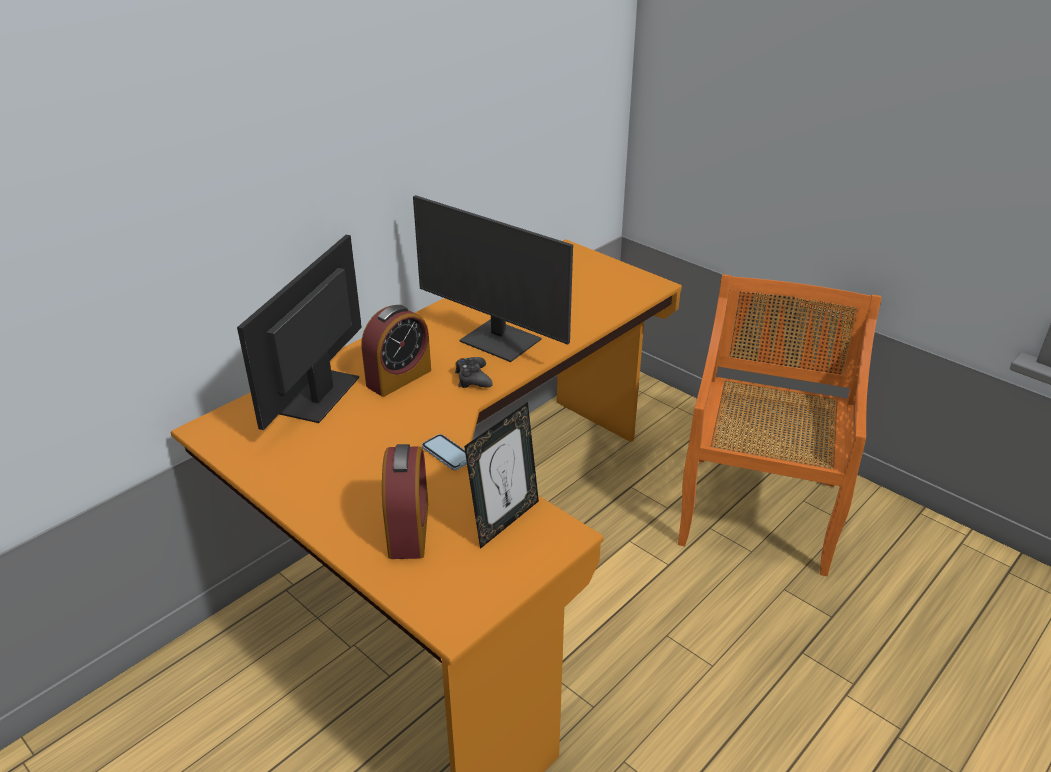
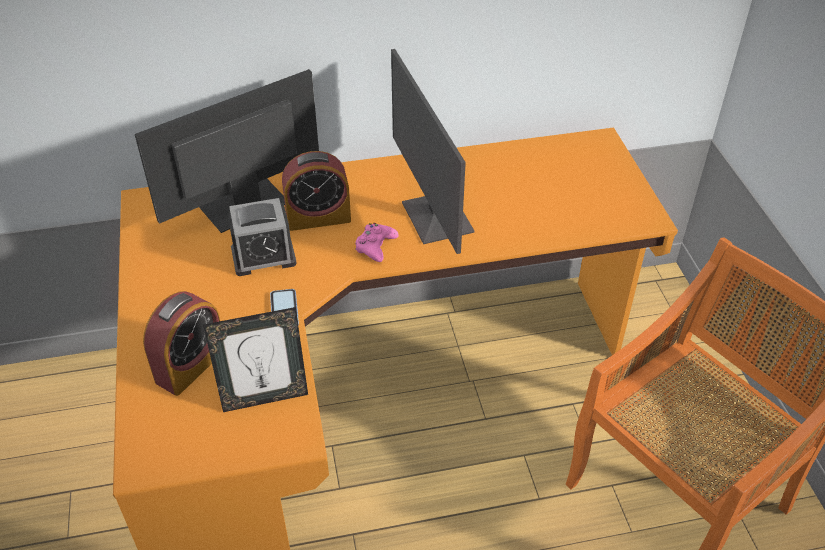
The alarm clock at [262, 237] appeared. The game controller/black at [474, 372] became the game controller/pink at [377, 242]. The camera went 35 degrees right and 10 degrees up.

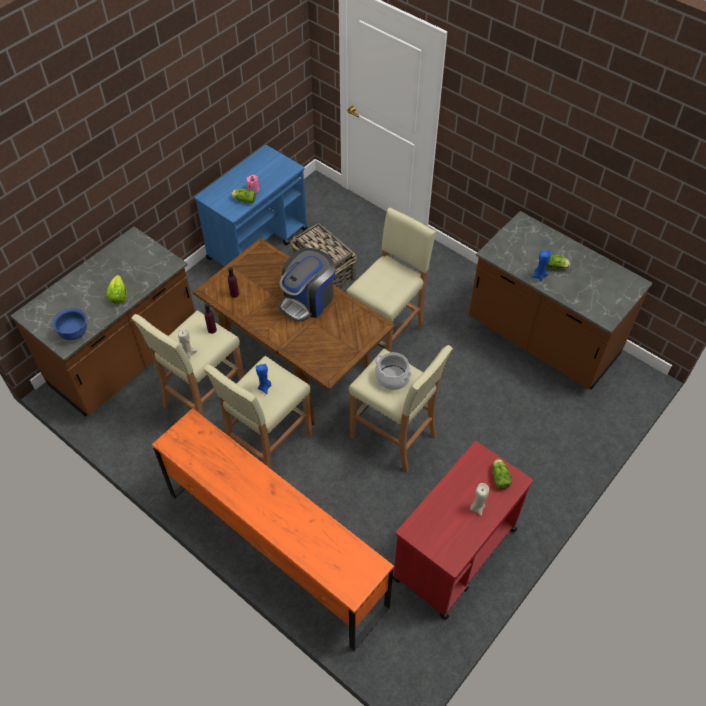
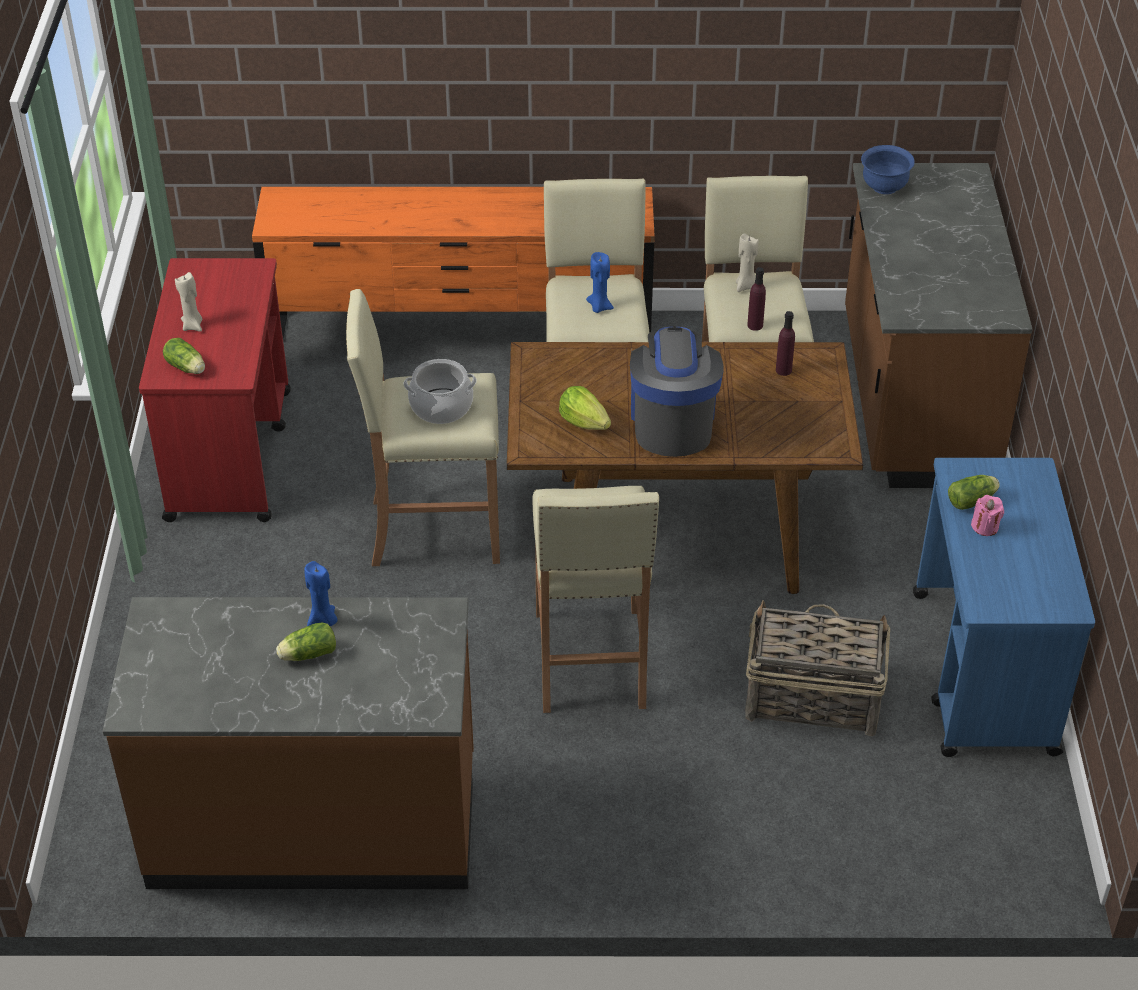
The lettuce moved from [116, 289] to [585, 408]. The camera went 140 degrees right and 10 degrees down.

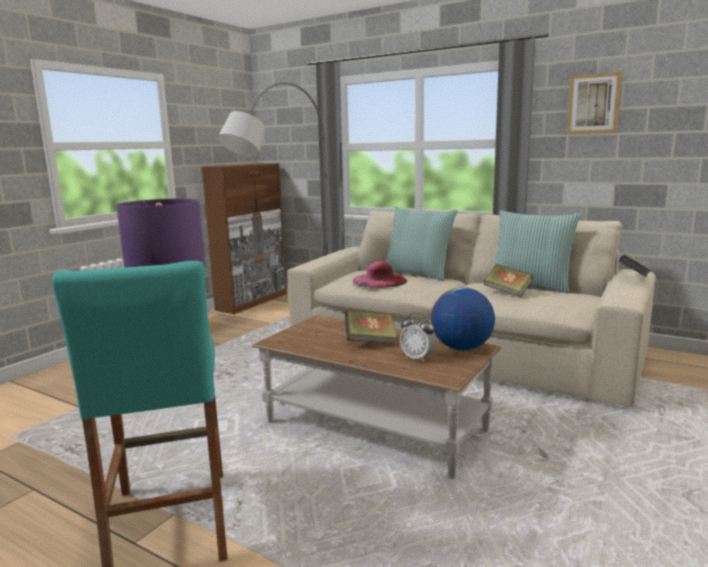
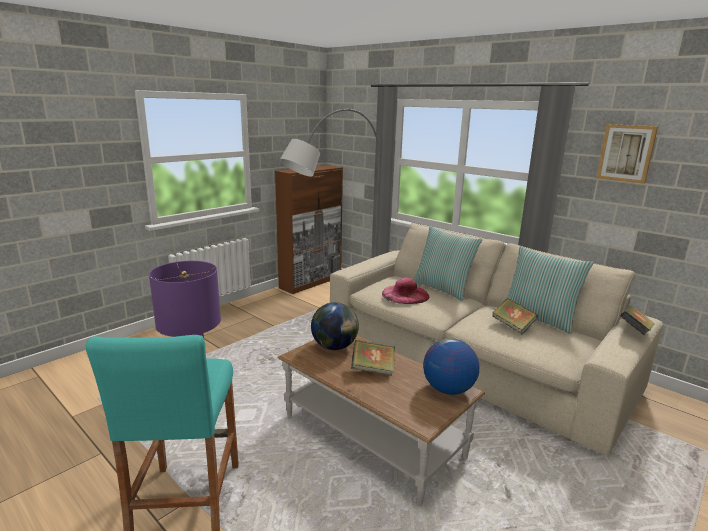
The alarm clock at [418, 337] disappeared. The globe at [335, 326] appeared. The camera went 10 degrees right and 5 degrees up.

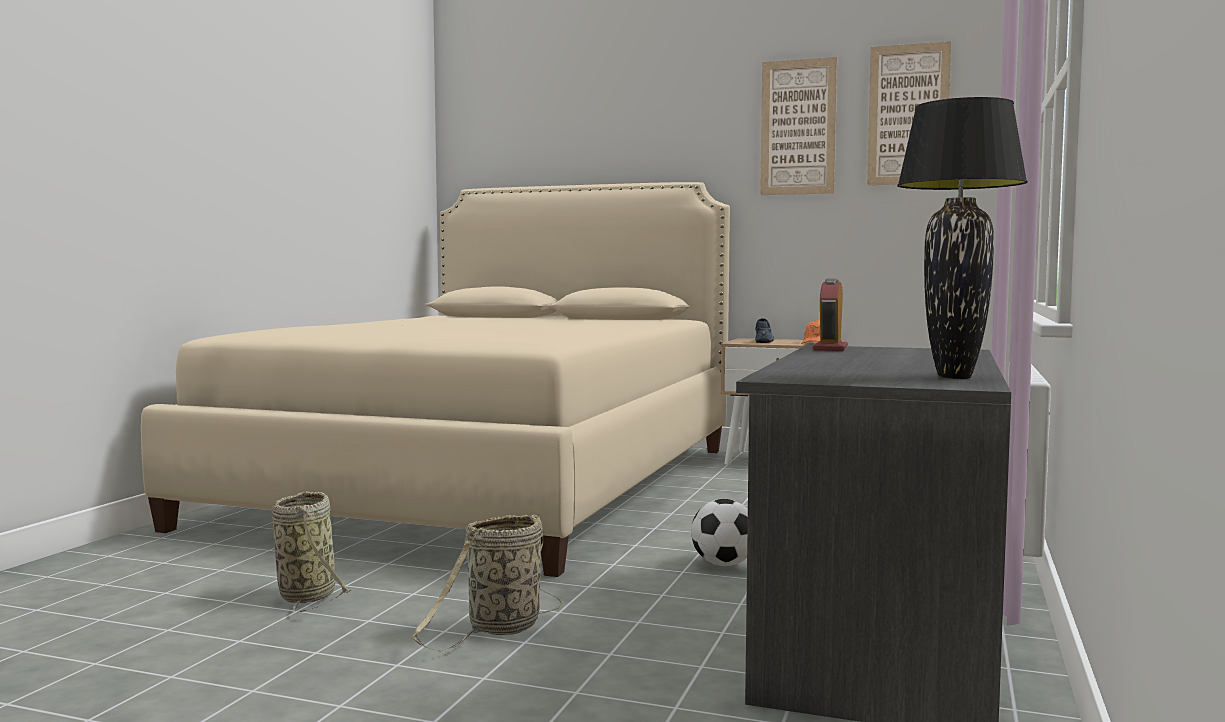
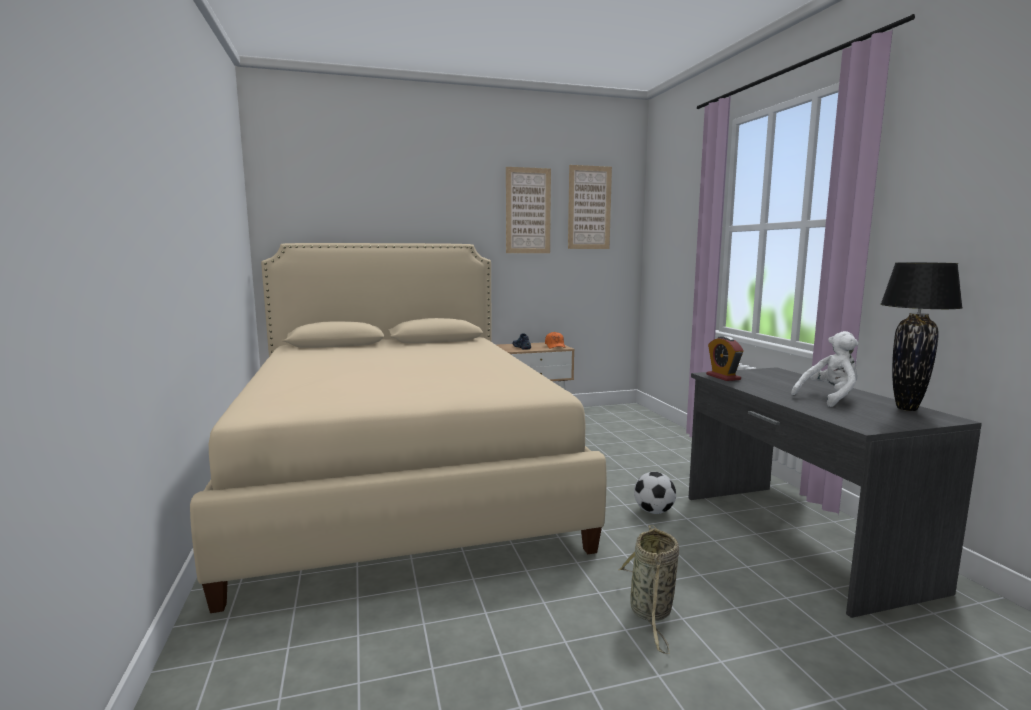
The basket at [311, 552] disappeared. The plush toy/white at [825, 369] appeared. The camera went 35 degrees left and 5 degrees up.

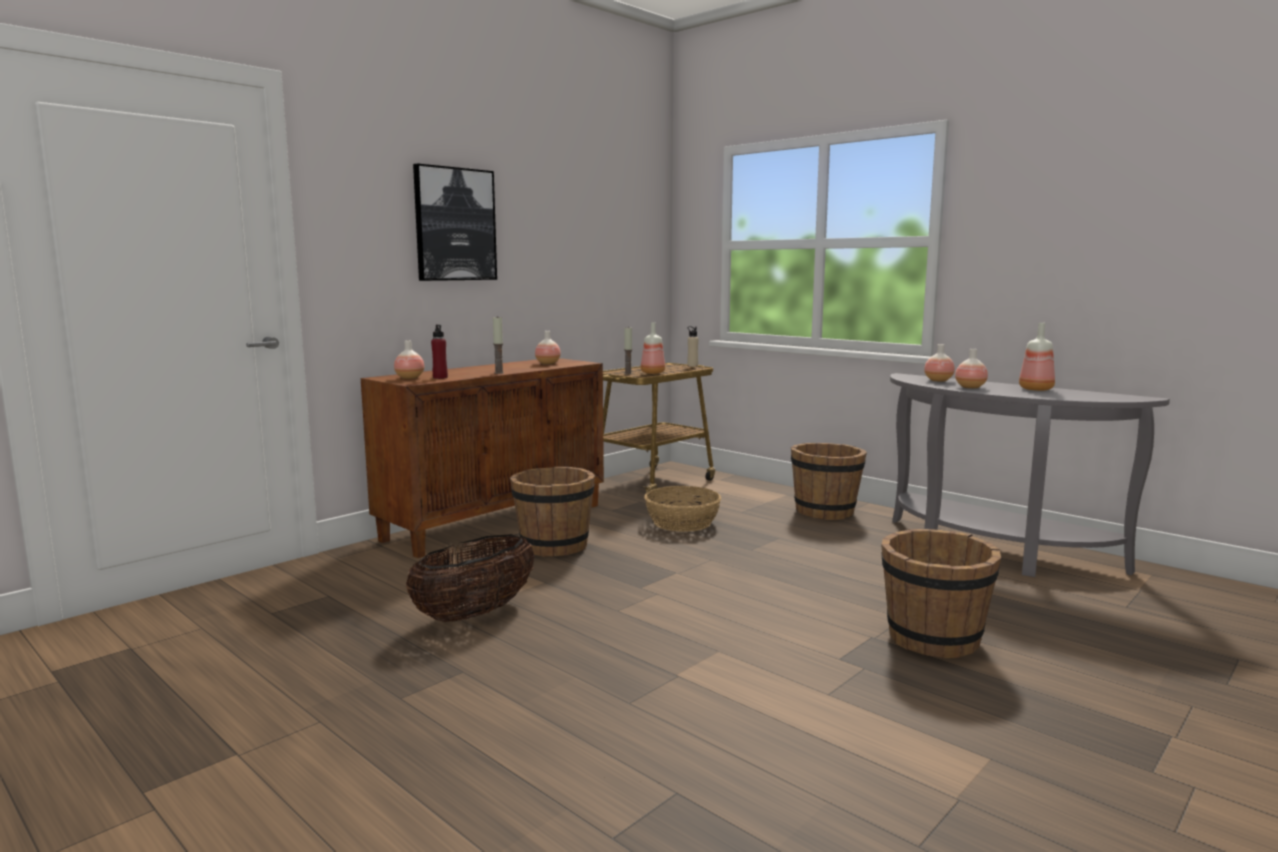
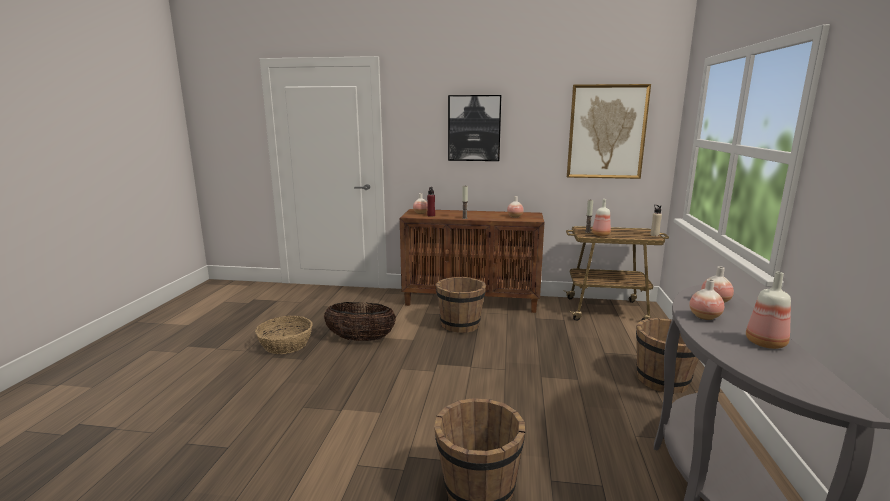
The picture at [609, 131] appeared. The basket moved from [682, 509] to [284, 335]. The camera went 55 degrees right and 5 degrees up.

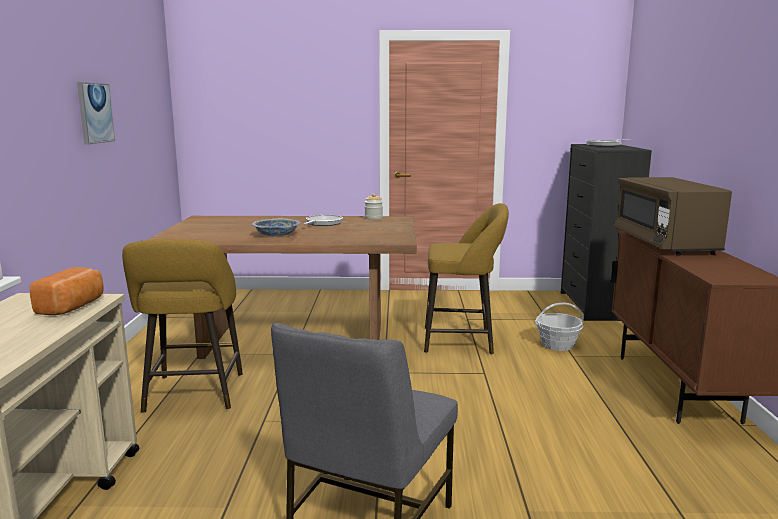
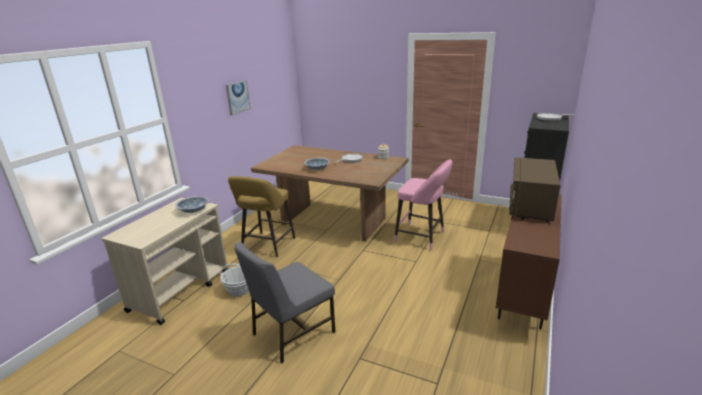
The basket moved from [559, 327] to [234, 280]. The bread at [66, 291] was replaced by the bowl at [192, 204]. The stool/yellow at [466, 279] became the stool/pink at [423, 205]. The camera went 25 degrees right and 10 degrees up.

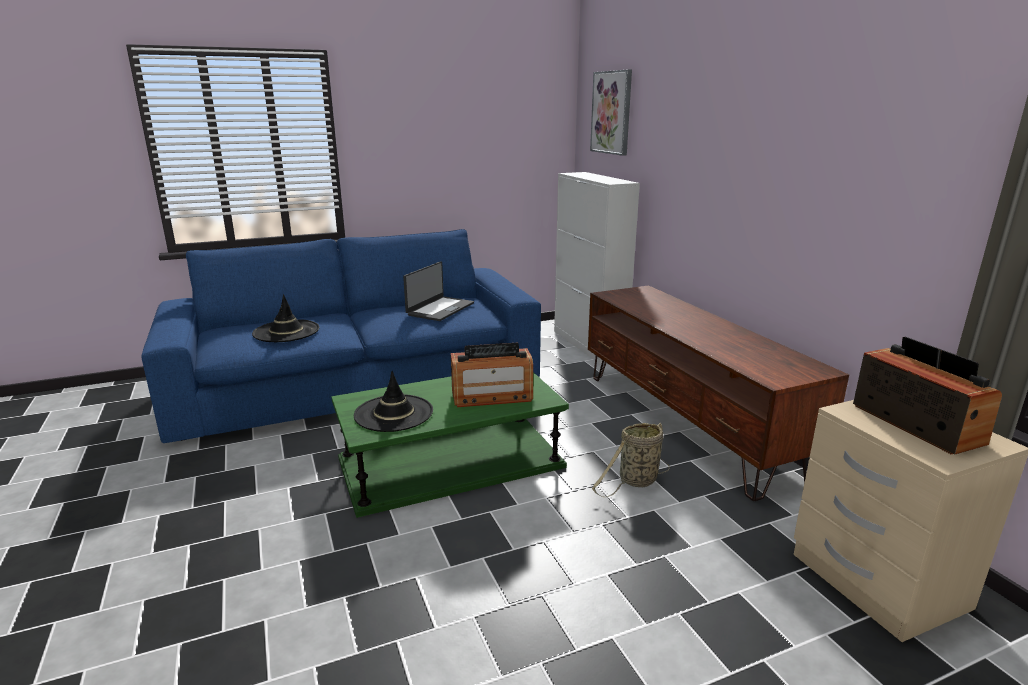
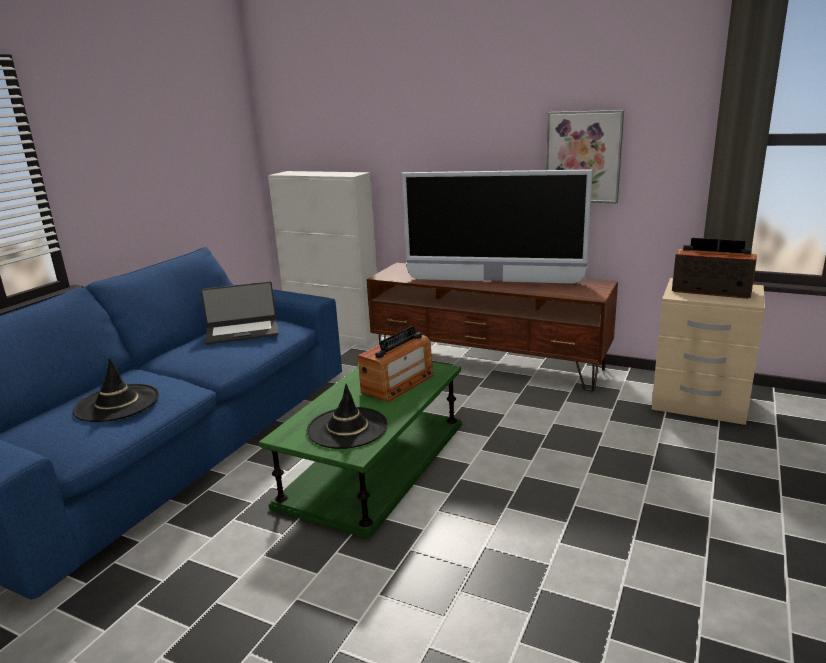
The basket at [631, 459] disappeared. The television at [497, 226] appeared. The picture moved from [611, 113] to [585, 156]. The laptop at [438, 291] turned 90 degrees clockwise. The camera went 40 degrees left and 0 degrees up.

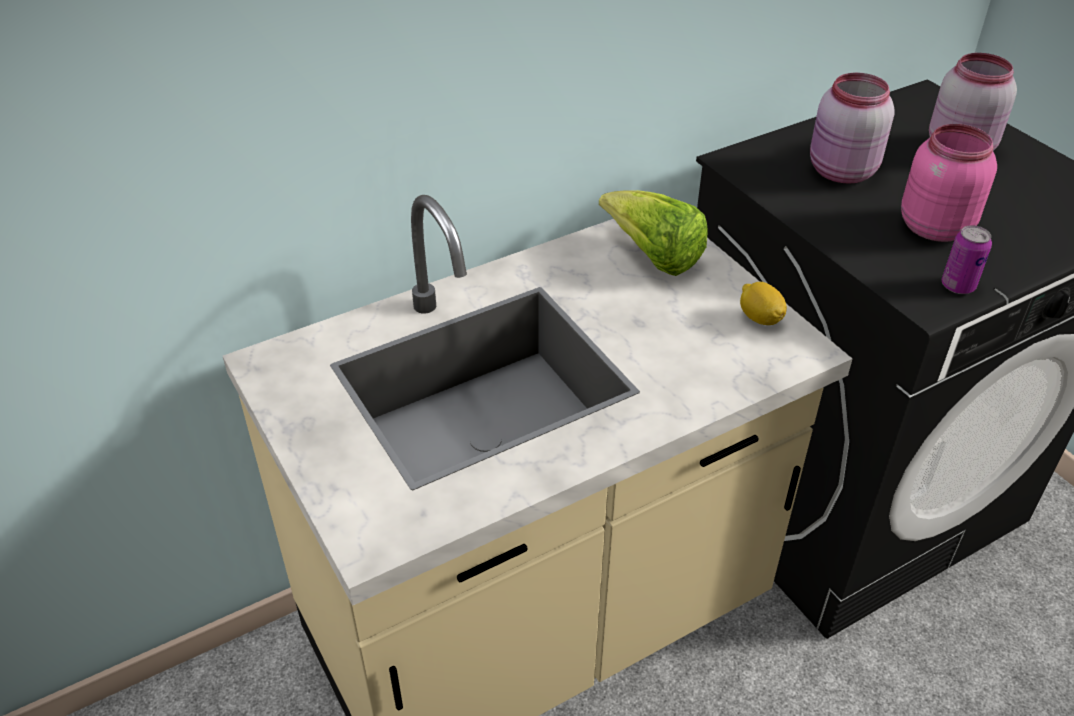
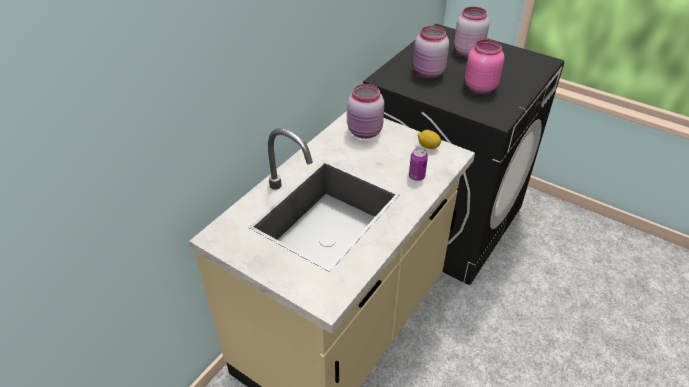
The can moved from [967, 259] to [418, 164]. The lettuce at [653, 233] was replaced by the jar/pink at [365, 111]. The camera went 25 degrees left and 0 degrees up.

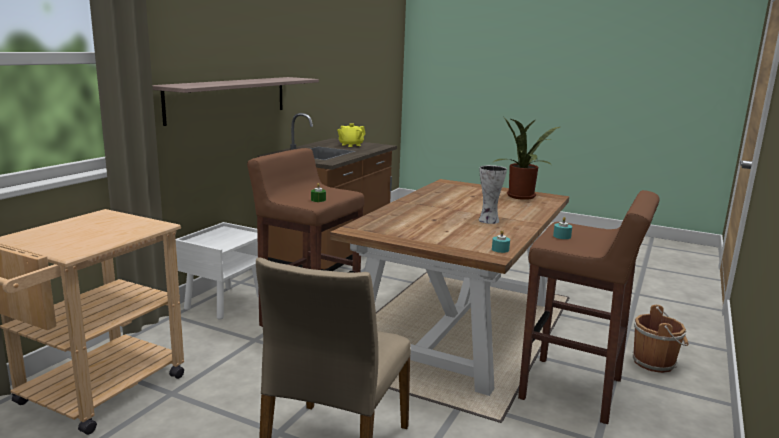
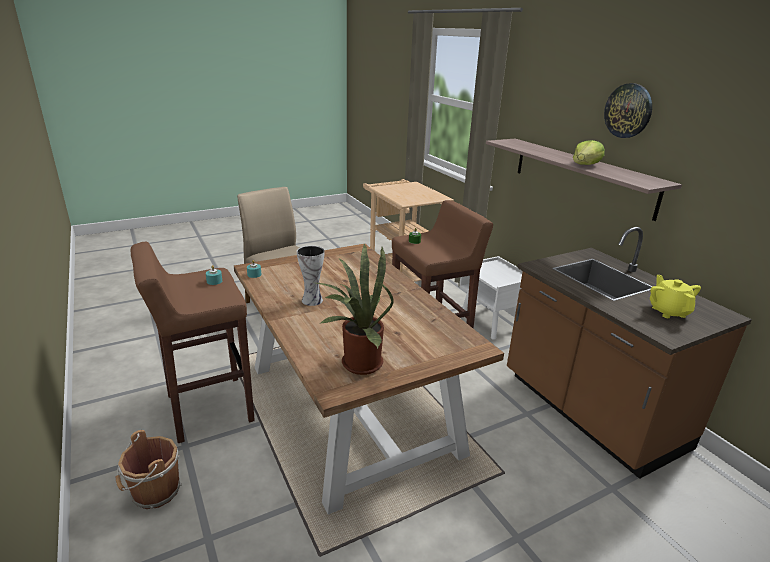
The lettuce at [589, 152] appeared. The wall clock at [628, 110] appeared. The camera went 125 degrees right and 10 degrees up.

